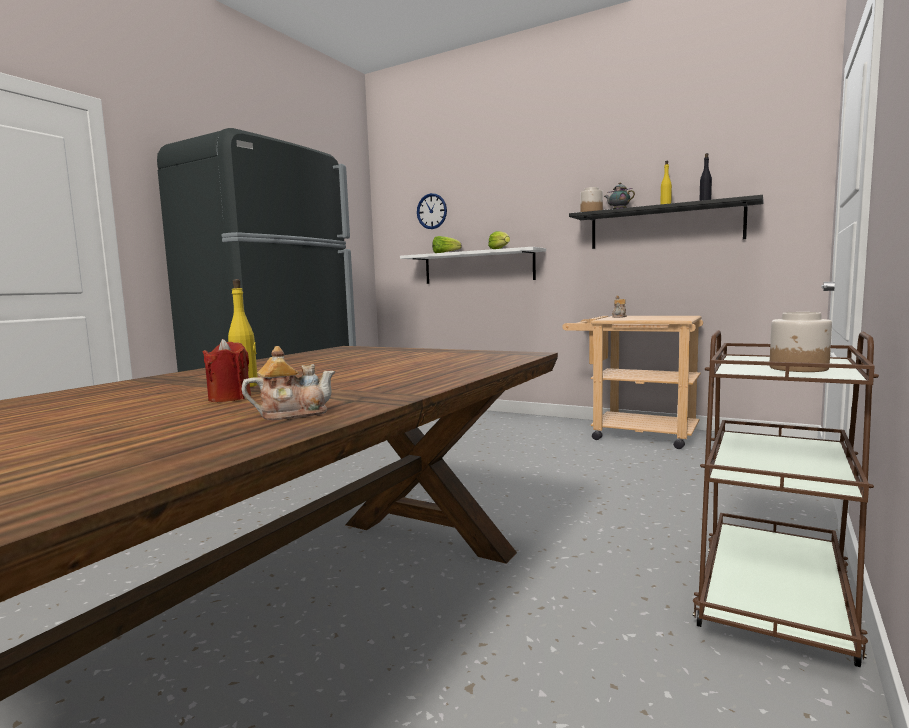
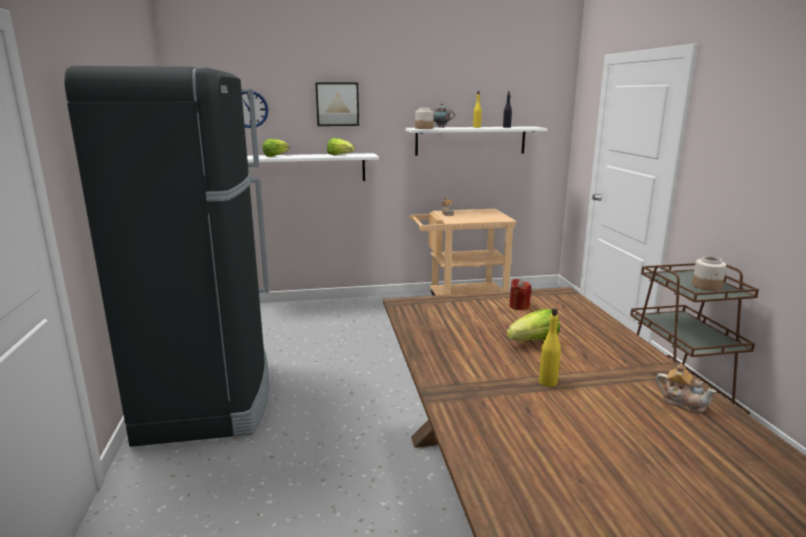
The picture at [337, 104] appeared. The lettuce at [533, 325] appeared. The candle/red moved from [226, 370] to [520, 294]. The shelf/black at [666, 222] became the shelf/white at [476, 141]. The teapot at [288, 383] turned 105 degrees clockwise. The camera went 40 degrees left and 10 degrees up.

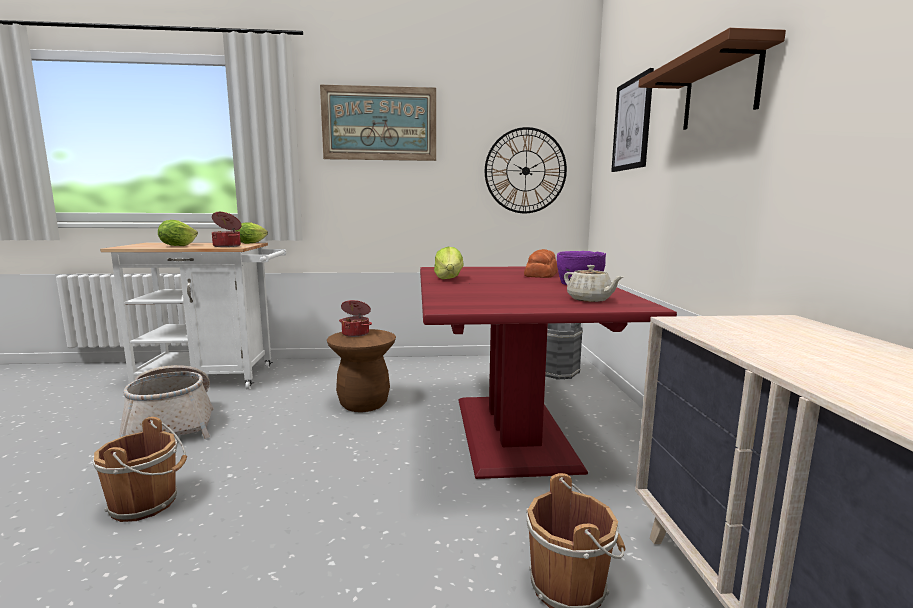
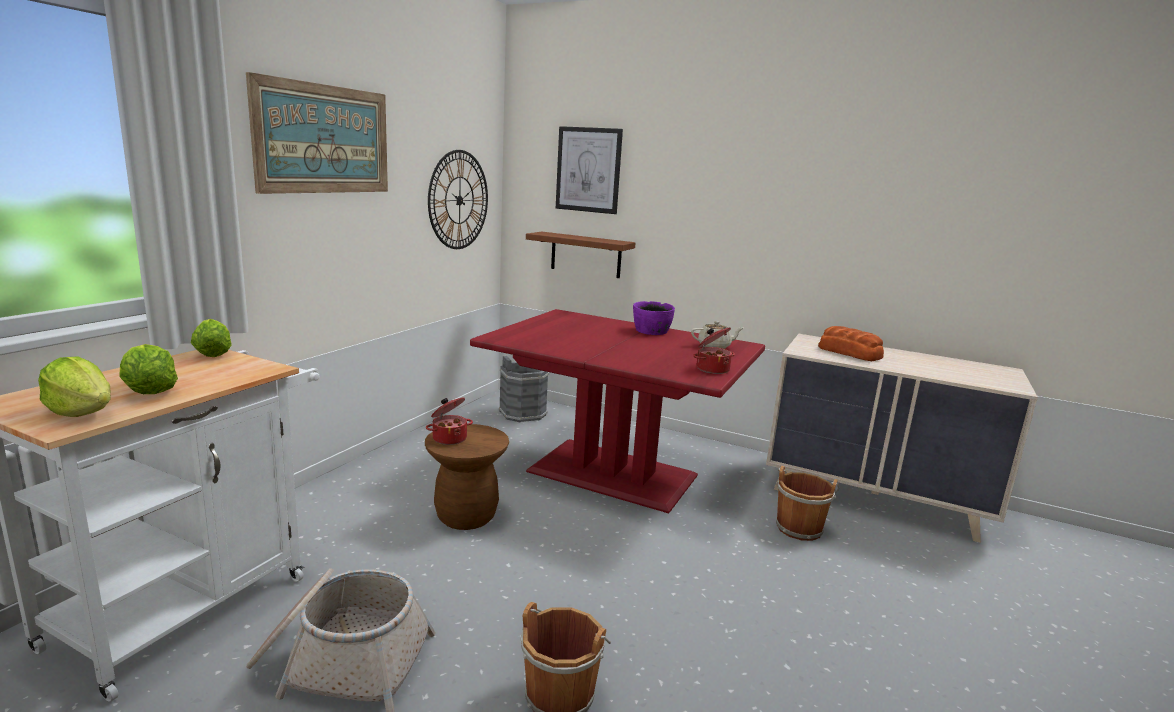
The cooking pot moved from [226, 229] to [714, 351]. The lettuce moved from [449, 263] to [74, 386]. The bread moved from [541, 263] to [851, 343]. The shelf/brown moved from [712, 79] to [580, 255]. The camera went 60 degrees left and 5 degrees up.

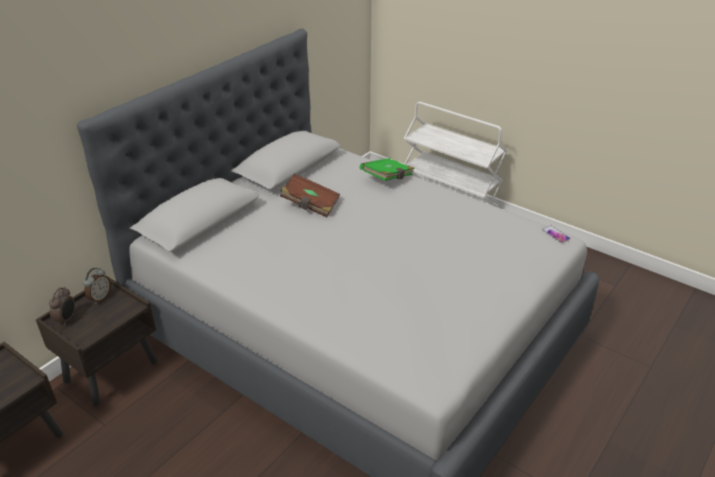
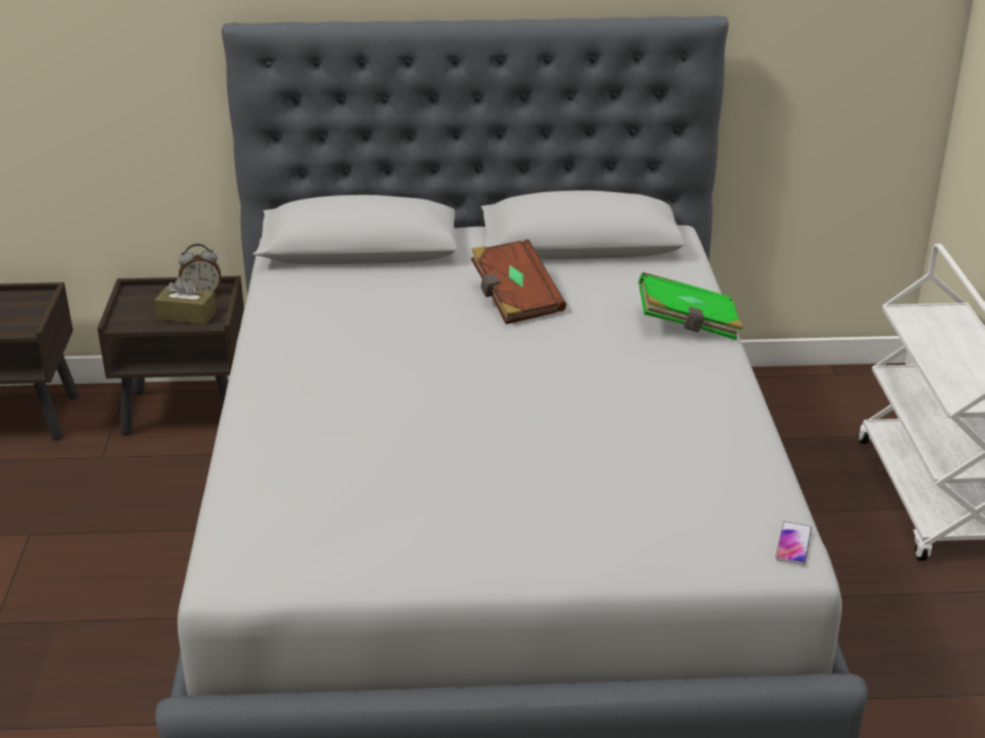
The alarm clock at [62, 306] disappeared. The tissue box/brown at [185, 300] appeared. The camera went 50 degrees right and 5 degrees down.

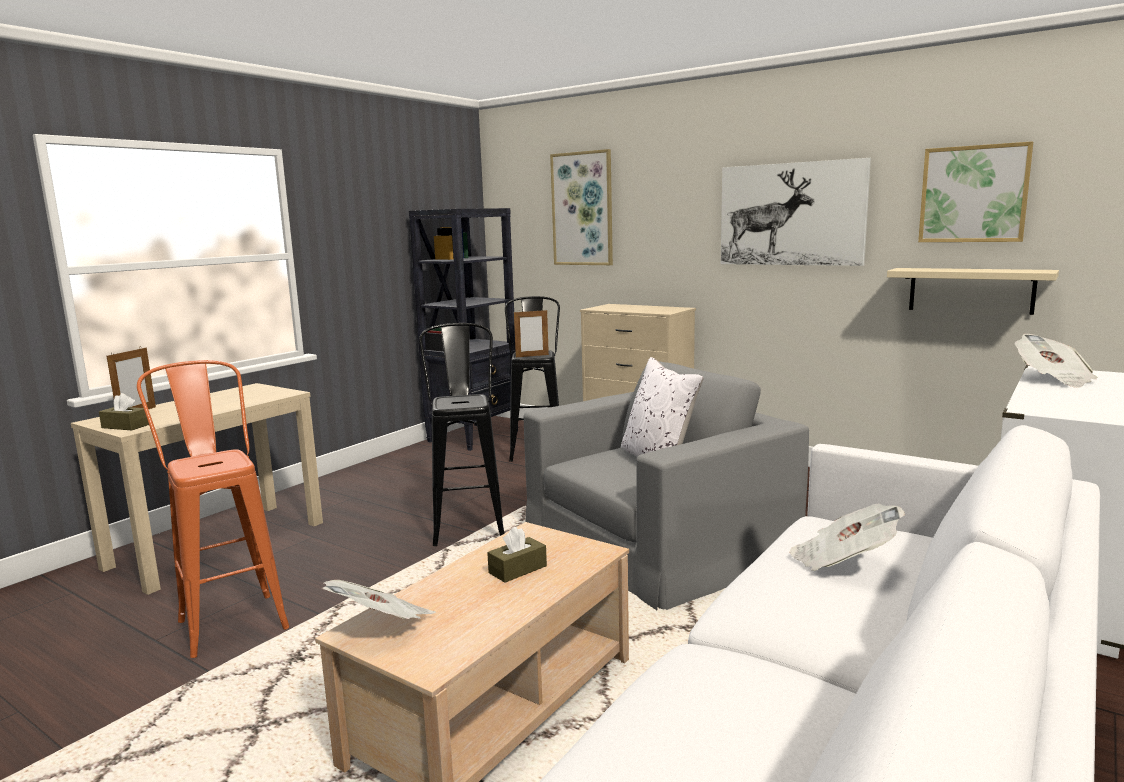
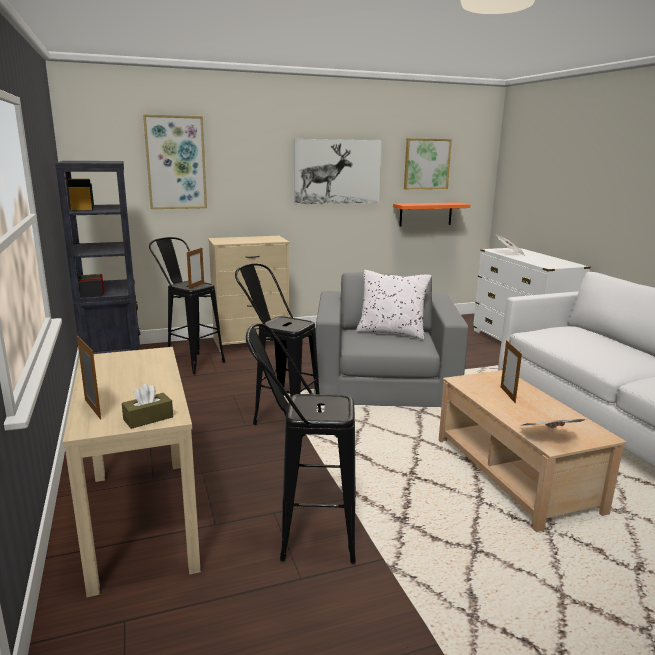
The newspaper at [847, 537] disappeared. The tissue box/brown at [517, 555] was replaced by the picture frame at [511, 371]. The stool/orange at [213, 509] became the stool/black at [301, 443]. The shelf/beige at [973, 291] became the shelf/orange at [431, 214]. The camera went 55 degrees left and 5 degrees up.

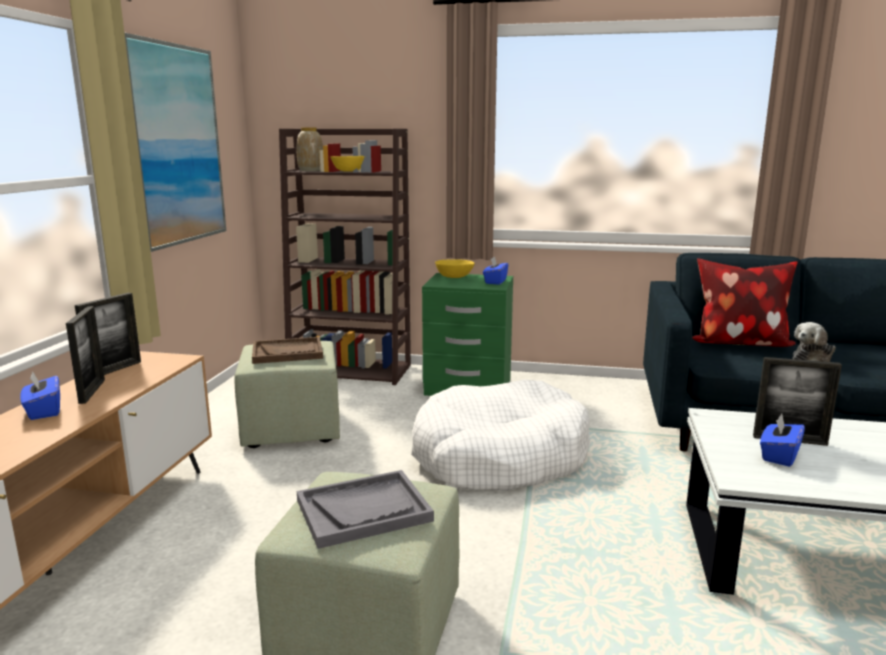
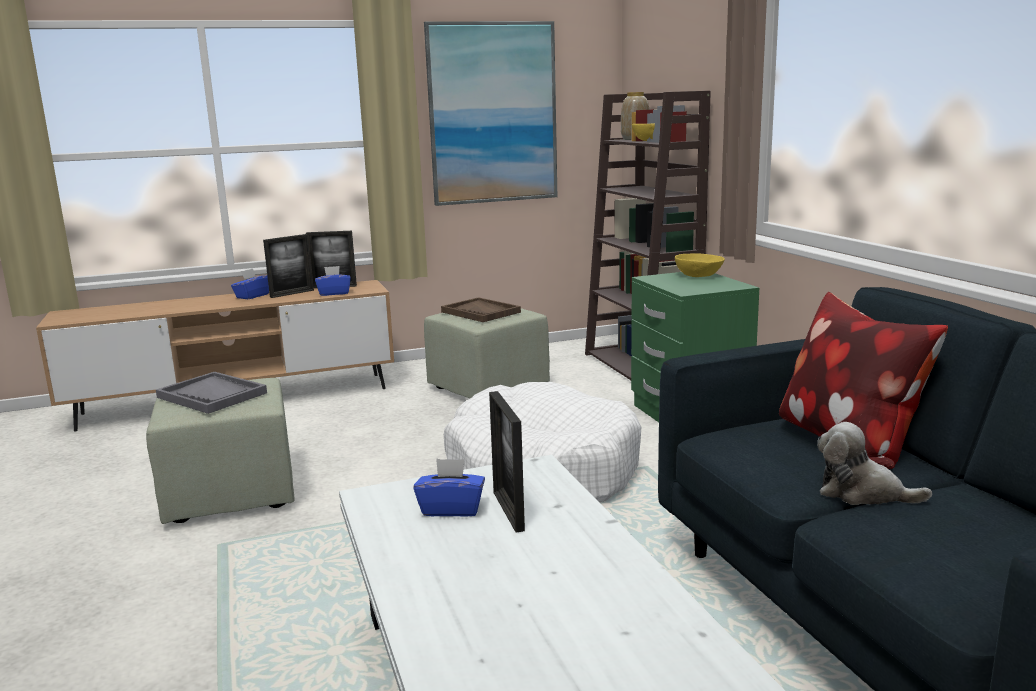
The tissue box/blue moved from [495, 271] to [333, 281]. The camera went 60 degrees right and 0 degrees up.

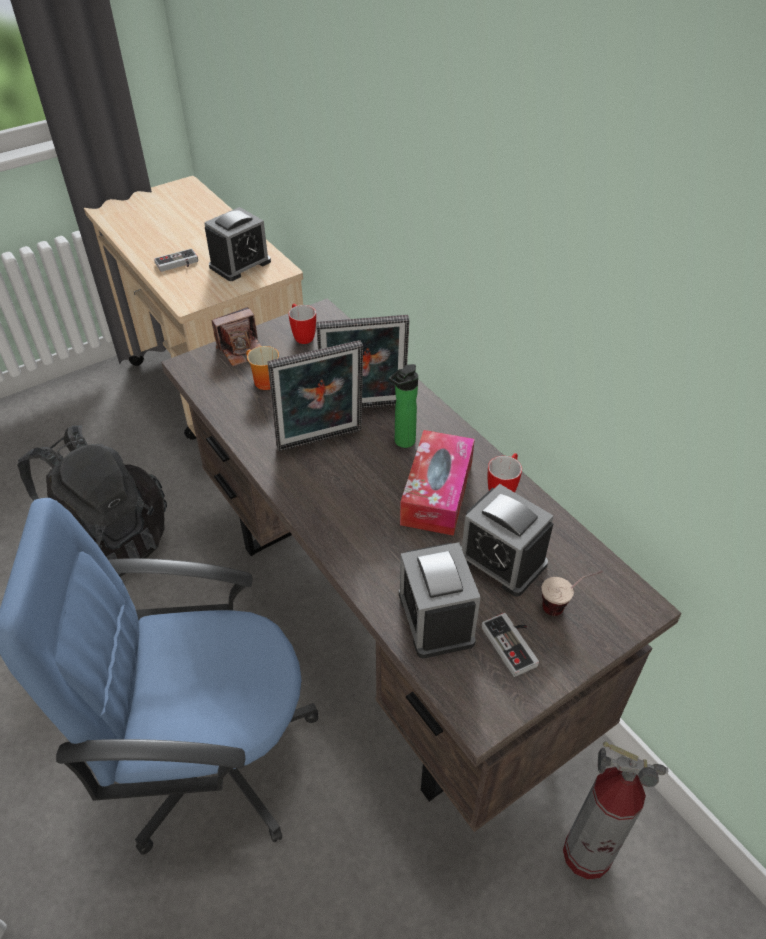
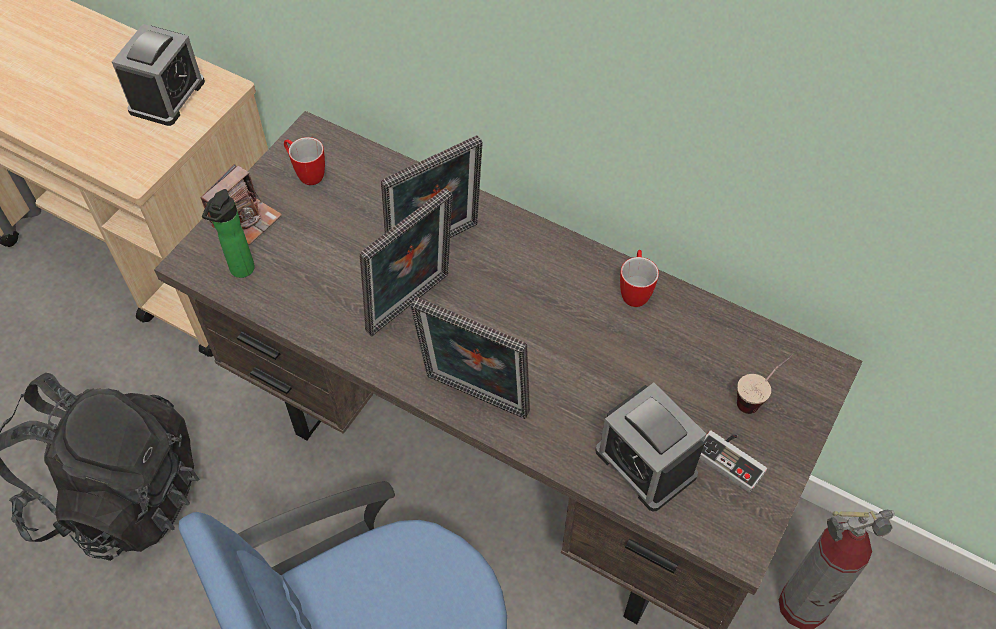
The game controller at [176, 260] disappeared. The mug at [262, 368] disappeared. The tissue box at [437, 483] disappeared. The alarm clock at [507, 540] disappeared. The picture frame at [470, 358] appeared. The bottle moved from [403, 406] to [228, 233]. The camera went 25 degrees left and 10 degrees up.

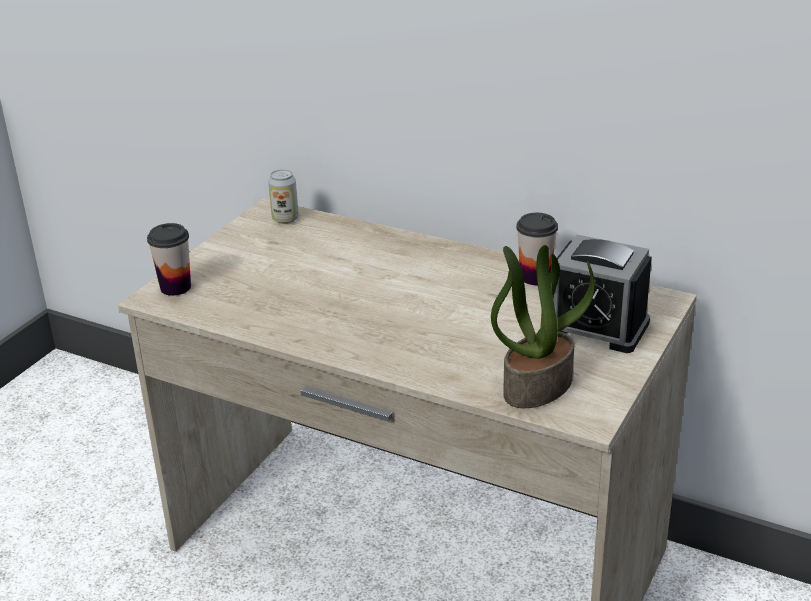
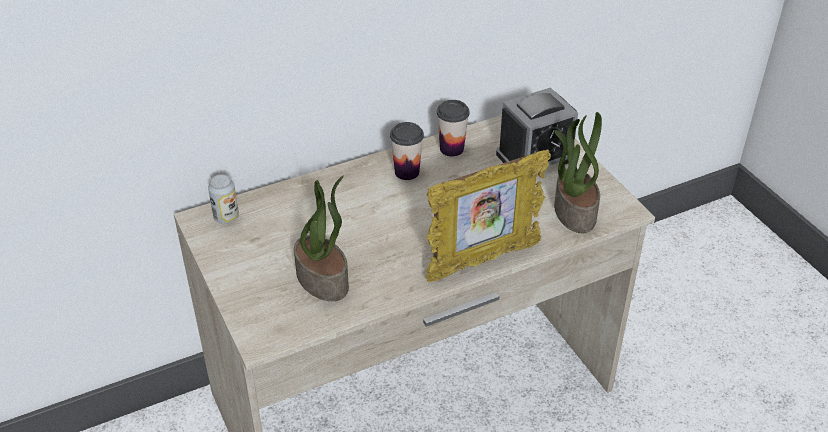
The potted plant at [321, 238] appeared. The picture frame at [488, 216] appeared. The cup moved from [169, 259] to [407, 151]. The camera went 55 degrees left and 10 degrees up.

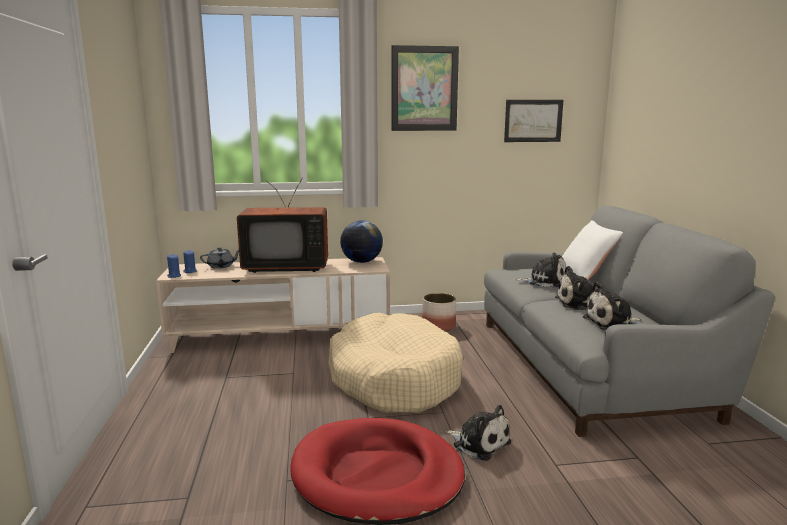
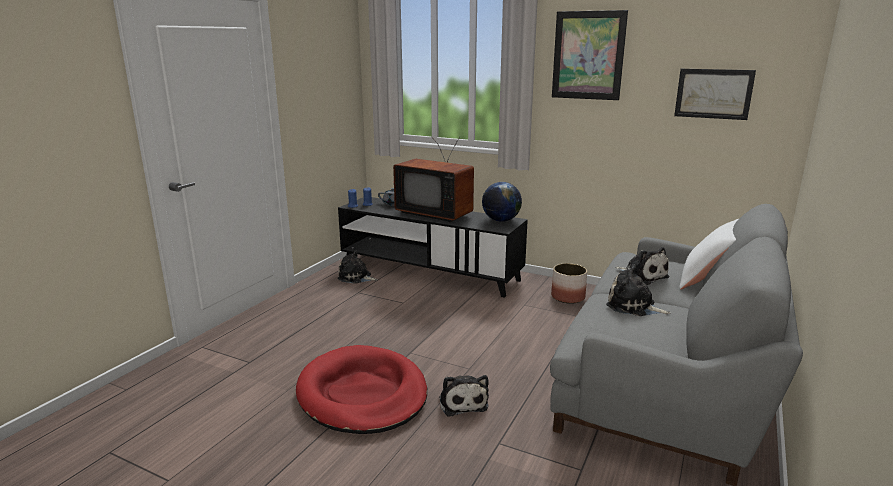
The dog bed/beige at [395, 363] disappeared. The plush toy moved from [612, 306] to [358, 267]. The tv stand/beige at [273, 305] became the tv stand/black at [433, 247]. The camera went 35 degrees right and 5 degrees up.

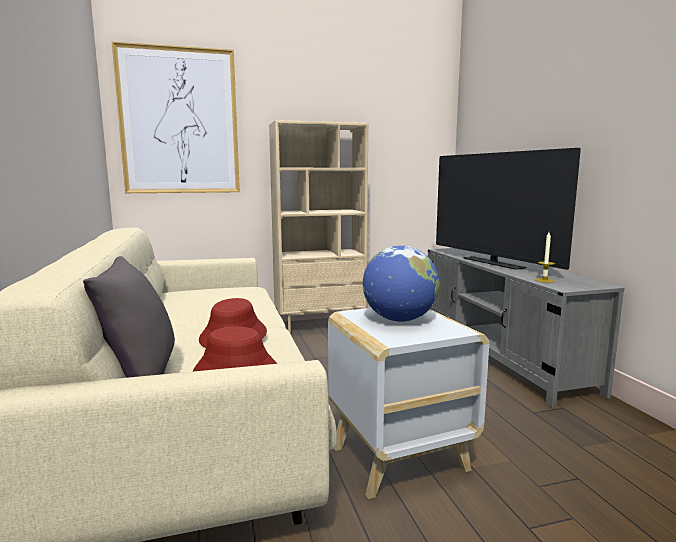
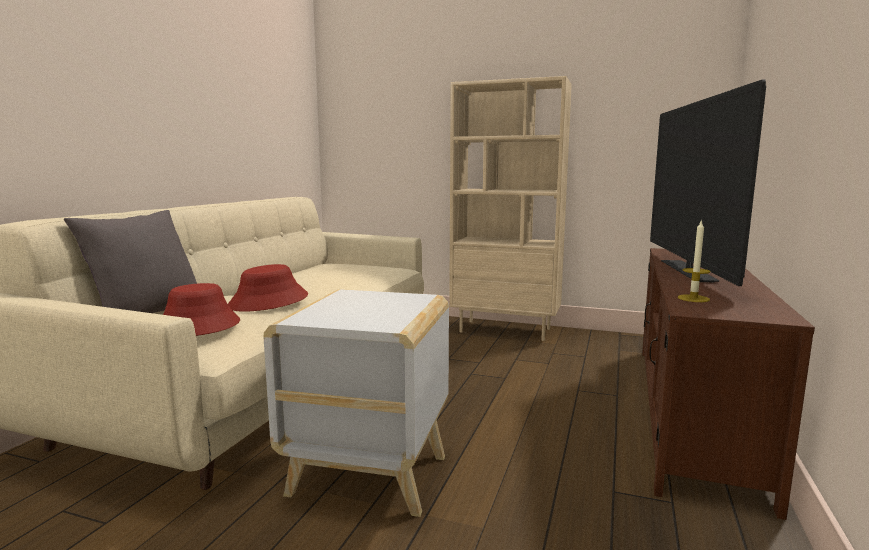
The picture at [176, 117] disappeared. The globe at [401, 283] disappeared. The tv stand/grey at [526, 328] became the tv stand/brown at [728, 384]. The camera went 35 degrees right and 0 degrees up.

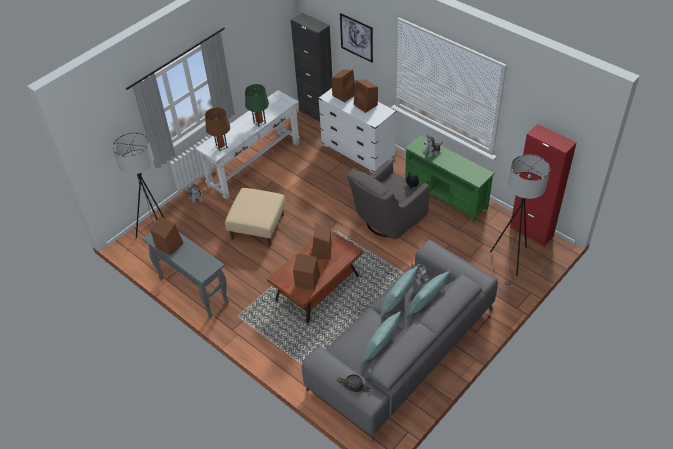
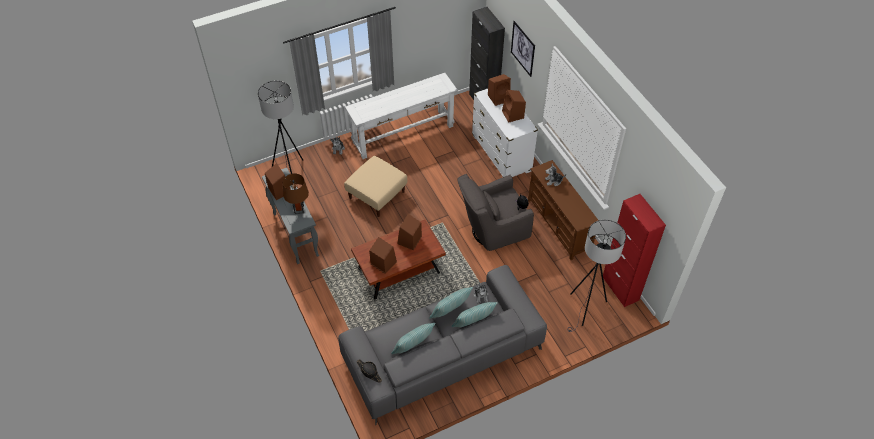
The table lamp/green at [257, 105] disappeared. The table lamp/brown moved from [217, 129] to [296, 194]. The tv stand/green at [450, 179] became the tv stand/brown at [563, 210]. The camera went 20 degrees right and 5 degrees up.

